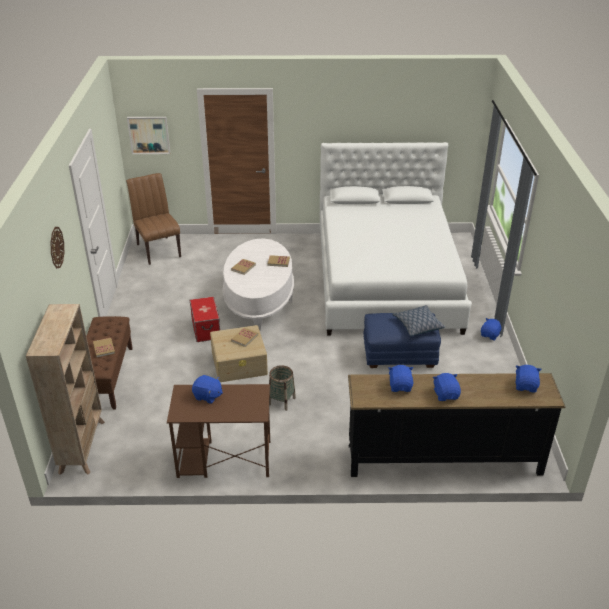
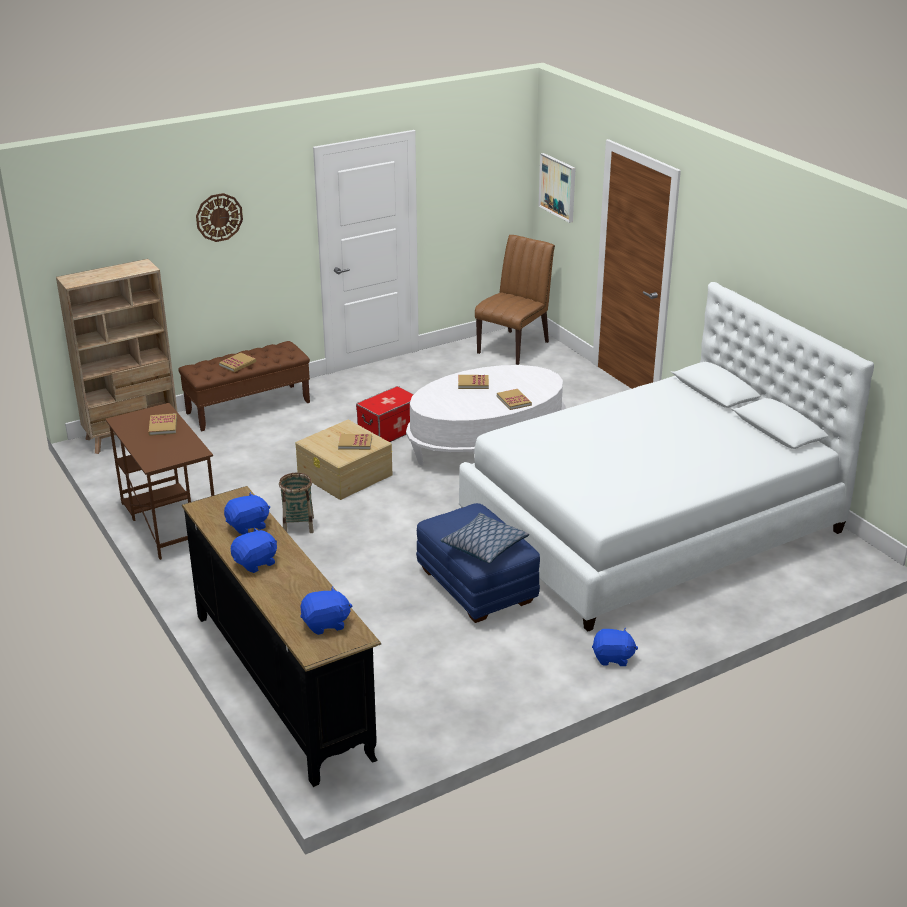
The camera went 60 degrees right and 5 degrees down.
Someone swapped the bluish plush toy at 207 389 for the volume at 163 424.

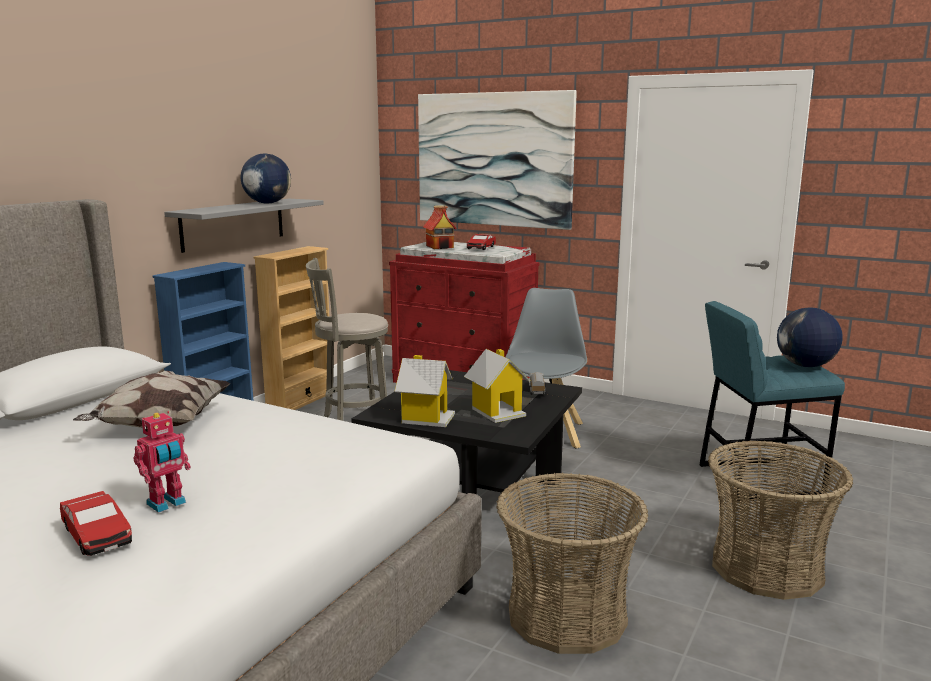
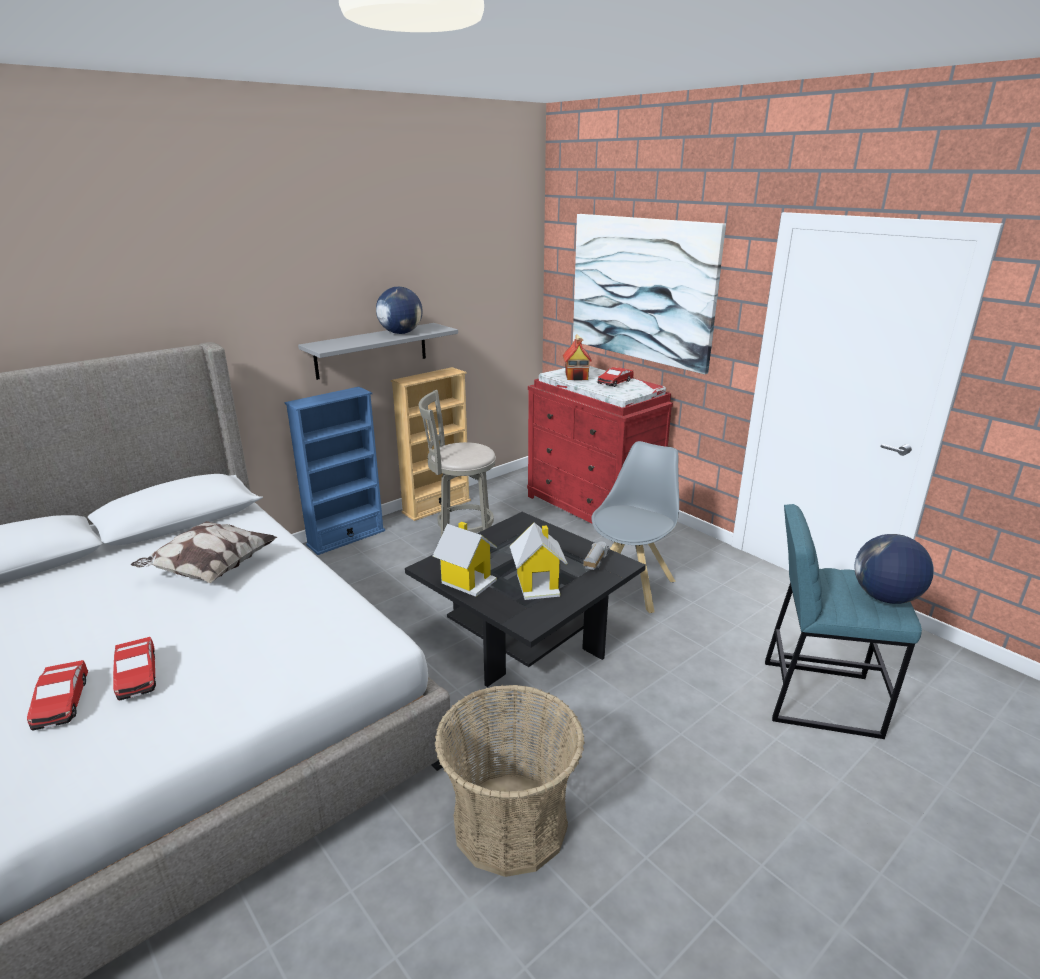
The camera went 20 degrees right and 10 degrees up.
Someone swapped the toy robot at 162 462 for the miniature car at 134 669.
Someone took away the storage basket at 780 520.

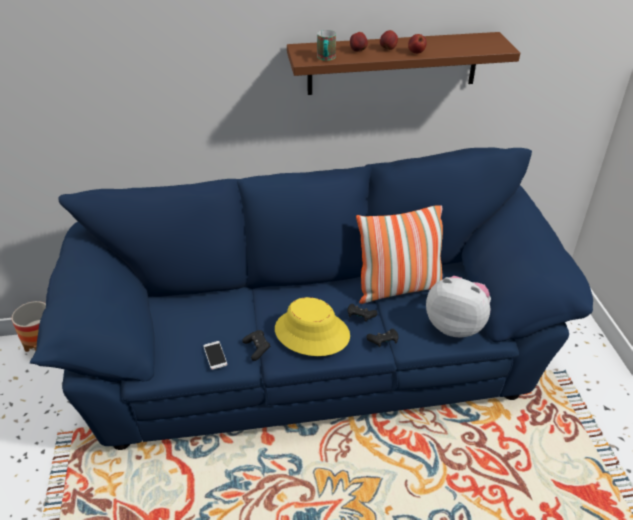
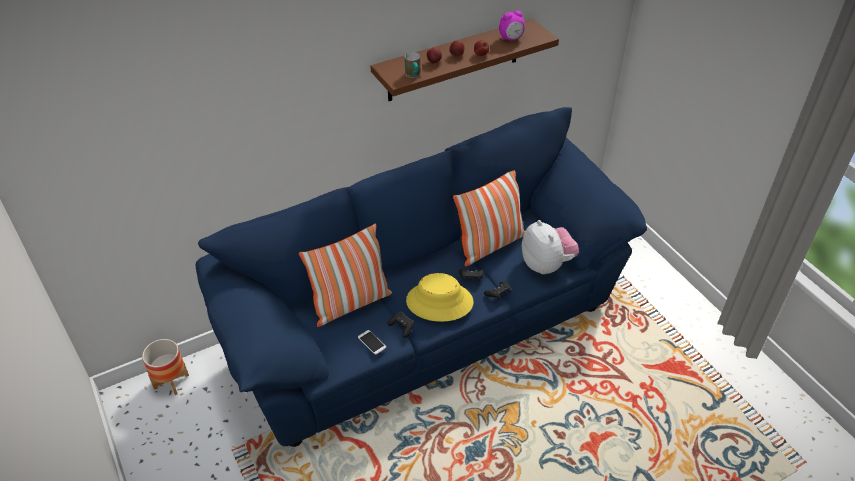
The camera went 20 degrees left and 5 degrees up.
Someone put down the cushion at 345 275.
Someone put down the alarm clock at 512 25.
Someone rotated the plush toy at 458 306 by 60 degrees clockwise.

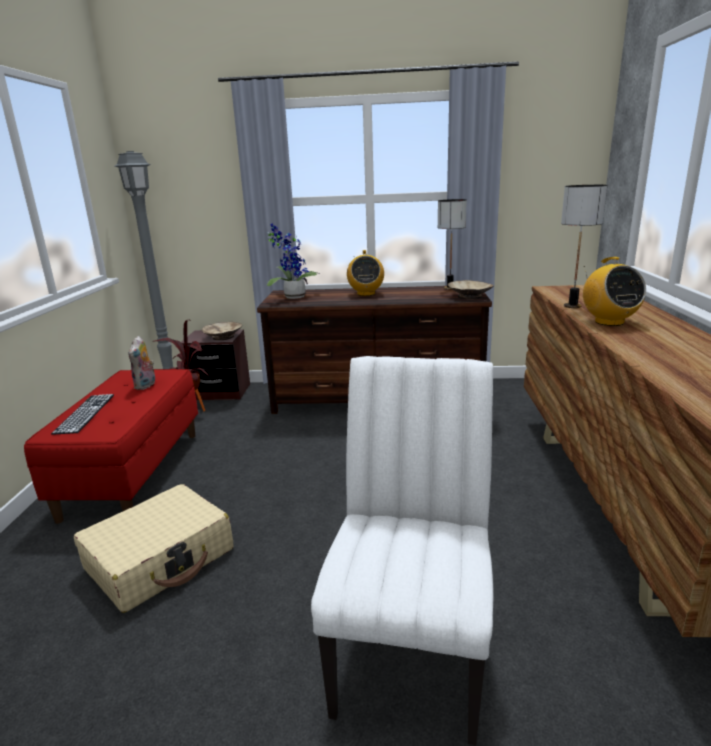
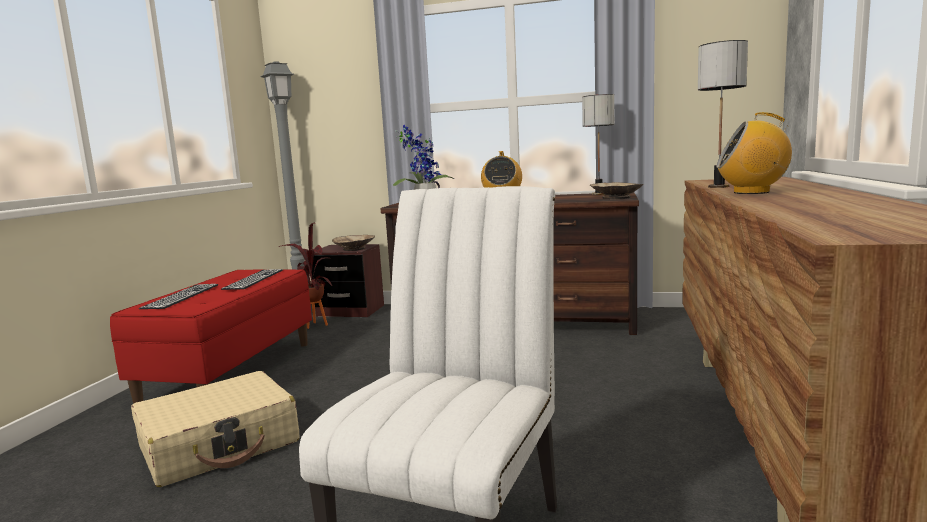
The camera went 10 degrees right and 10 degrees down.
Someone swapped the plush toy at 142 363 for the computer keyboard at 252 279.
Someone rotated the radio set at 614 291 by 105 degrees clockwise.

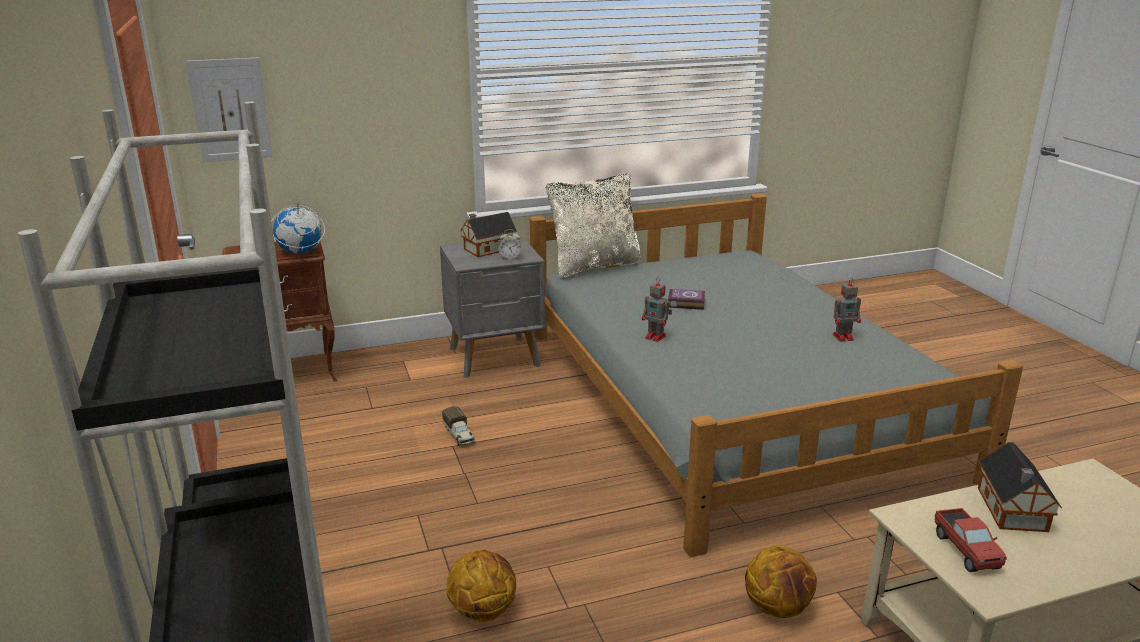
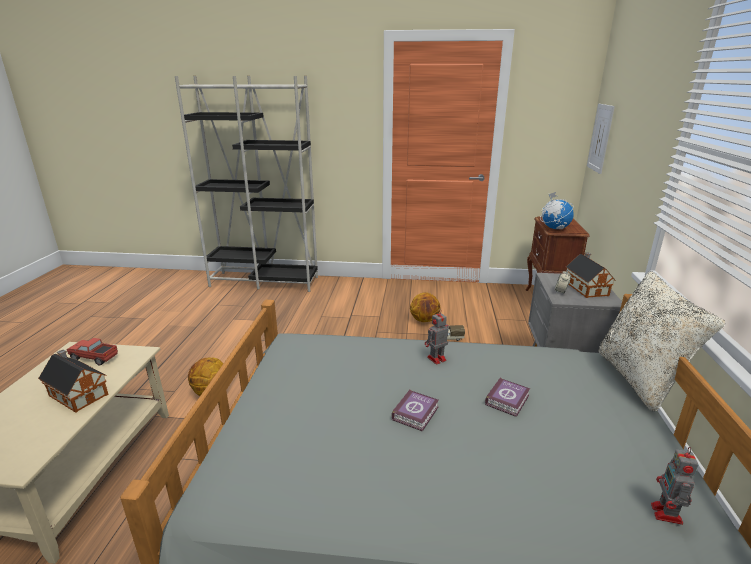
The camera went 115 degrees right and 0 degrees up.
Someone put down the volume at 415 411.
Someone carried the basketball ball from 481 586 to 425 307.
Someone carried the toy robot from 846 310 to 675 486.

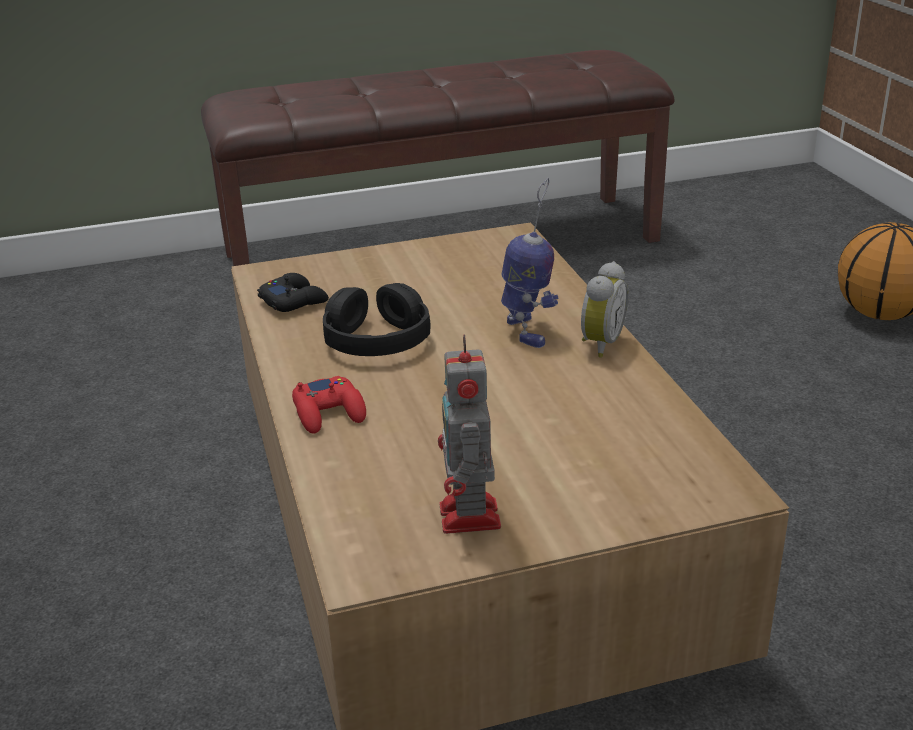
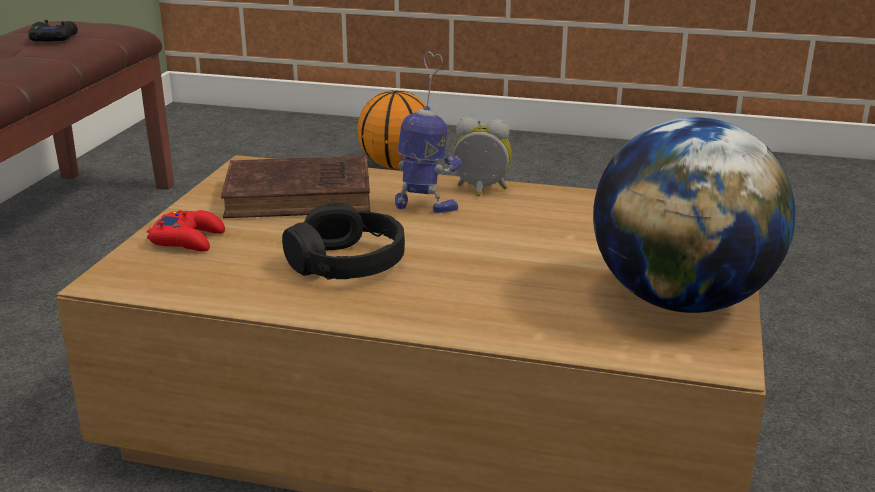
The camera went 60 degrees left and 5 degrees down.
Someone carried the blackish game controller from 293 292 to 53 31.
Someone carried the red game controller from 329 404 to 186 230.
Someone put down the brown volume at 295 187.
Someone rotated the alarm clock at 604 309 by 45 degrees counterclockwise.
Someone swapped the toy robot at 469 434 for the desk globe at 694 215.

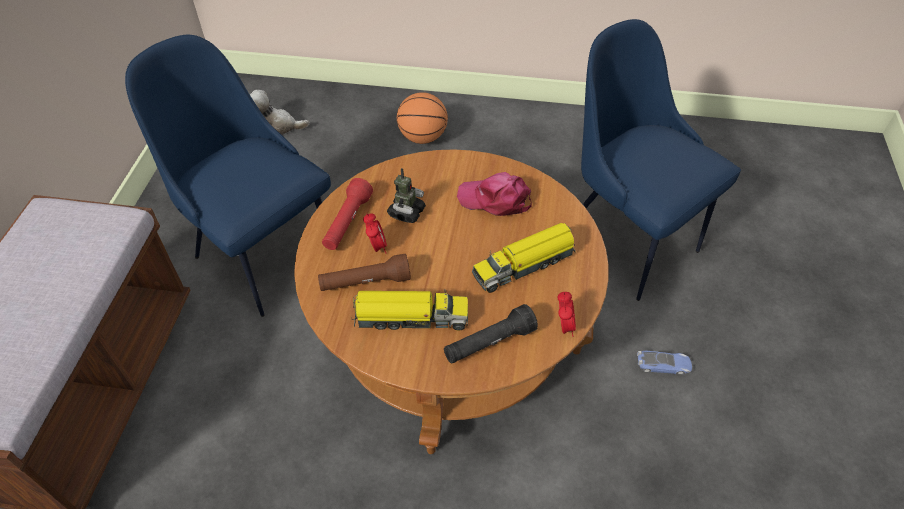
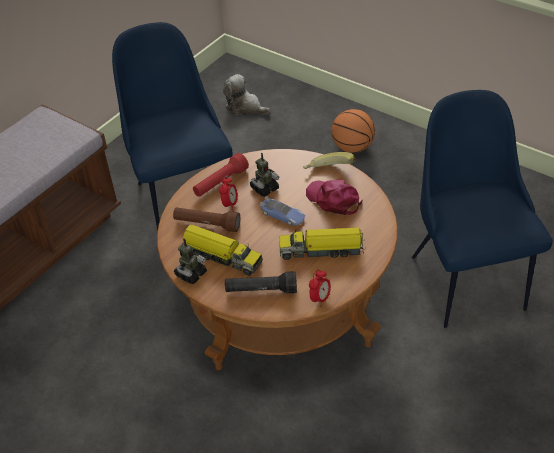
The camera went 30 degrees right and 5 degrees down.
Someone put down the toy robot at 190 261.
Someone carried the miniature car from 664 362 to 282 211.
Someone put down the banana fruit at 329 160.

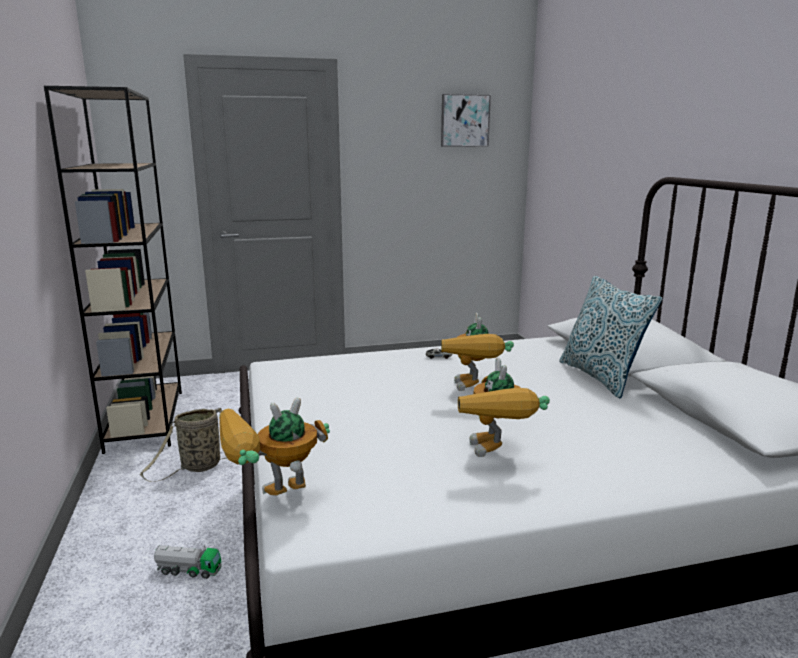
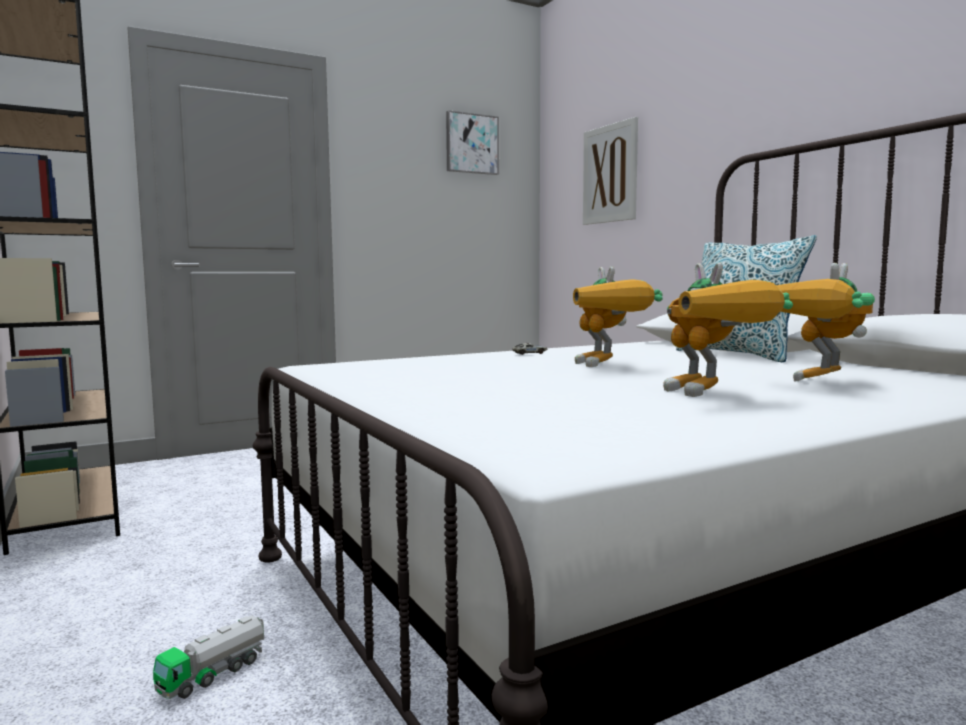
The camera went 15 degrees left and 10 degrees down.
Someone rotated the toy truck at 187 562 by 135 degrees clockwise.
Someone put up the wall picture at 610 171.
Someone carried the toy robot from 274 446 to 825 322.
Someone took away the storage basket at 183 445.

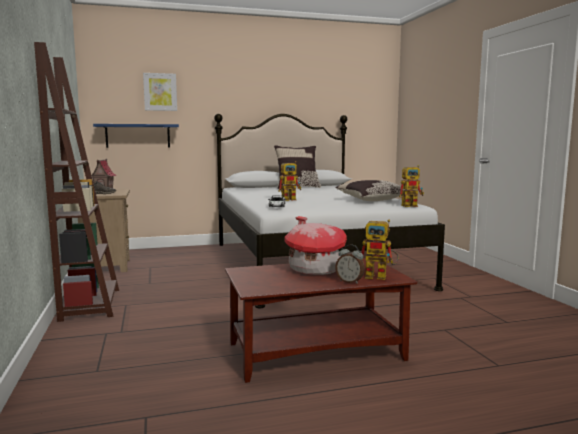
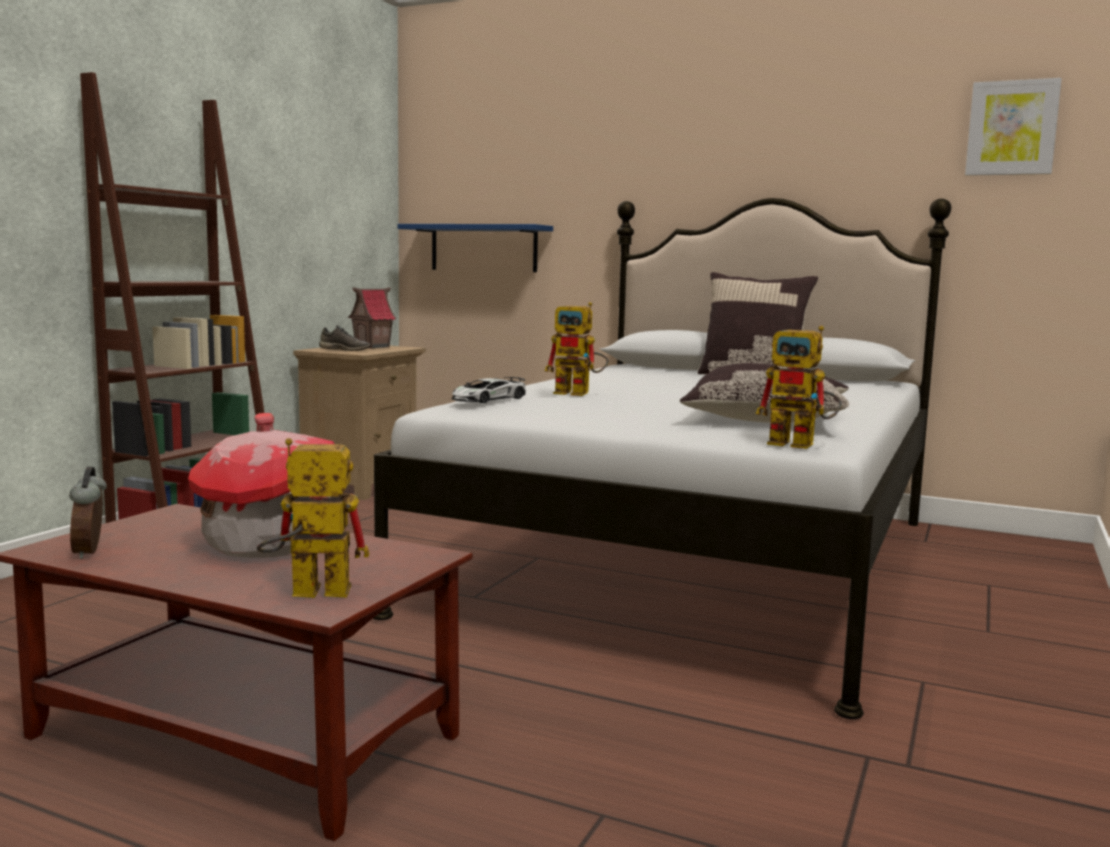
The camera went 40 degrees right and 0 degrees up.
Someone carried the alarm clock from 350 264 to 88 513.
Someone rotated the toy robot at 380 249 by 120 degrees clockwise.
Someone carried the wall picture from 160 92 to 1013 127.

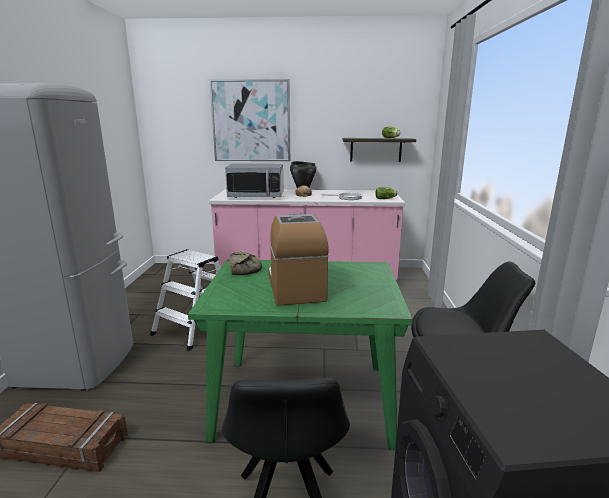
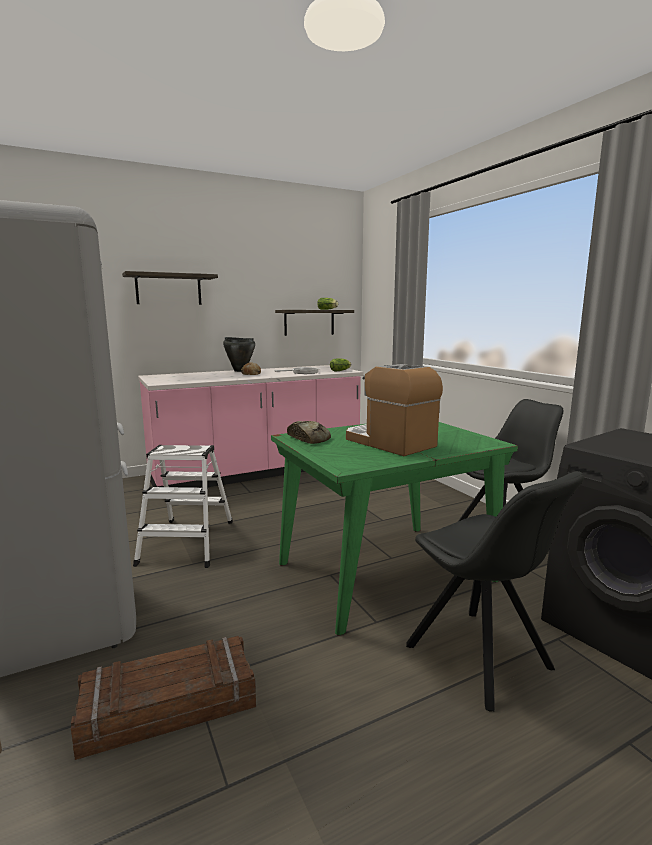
The camera went 30 degrees left and 5 degrees down.
Someone swapped the wall picture at 249 120 for the wall shelf at 170 288.
Someone took away the kitchen microwave at 254 180.

